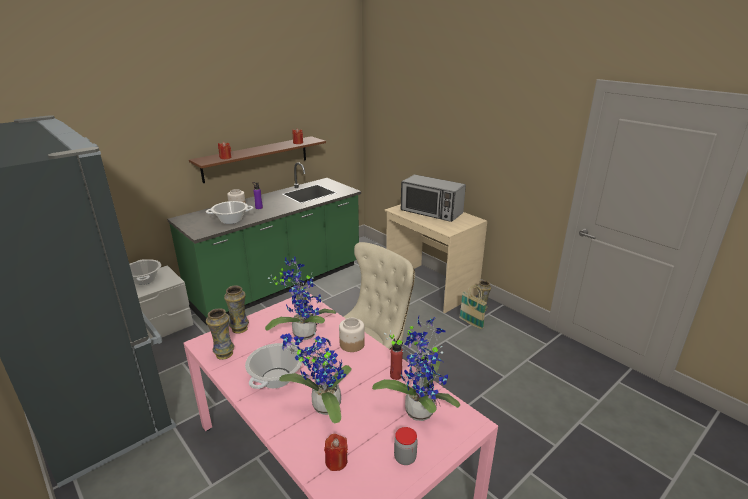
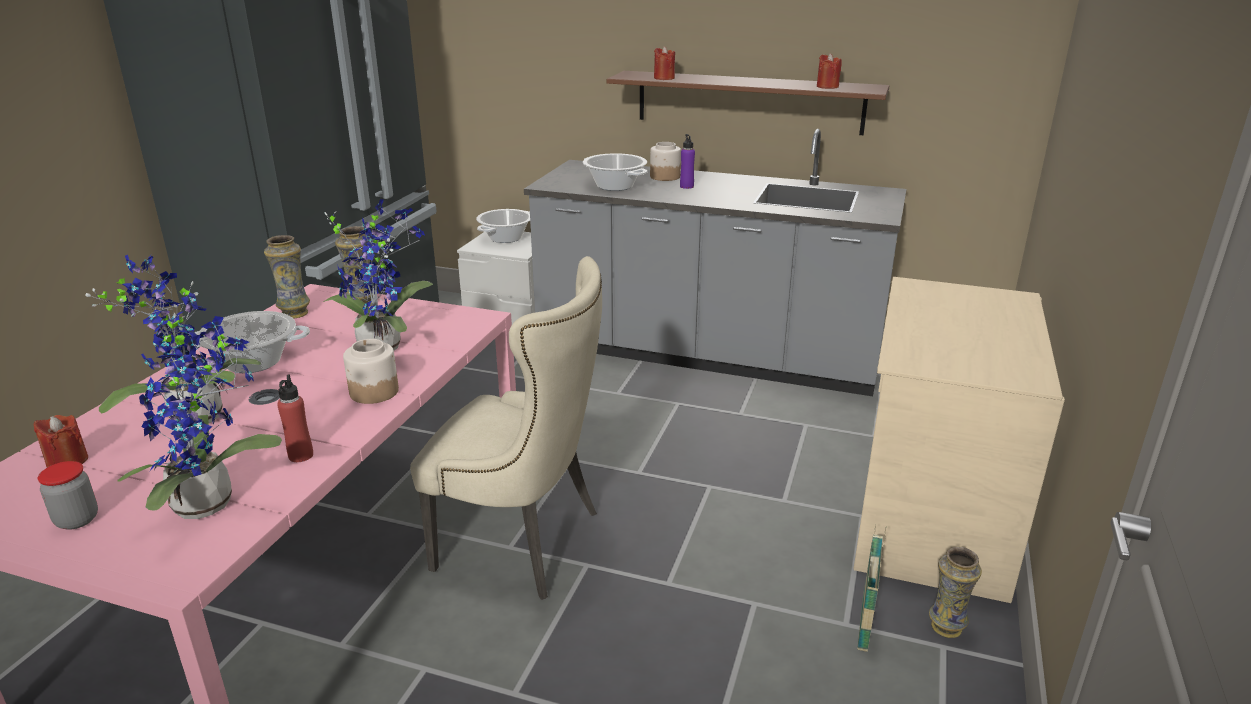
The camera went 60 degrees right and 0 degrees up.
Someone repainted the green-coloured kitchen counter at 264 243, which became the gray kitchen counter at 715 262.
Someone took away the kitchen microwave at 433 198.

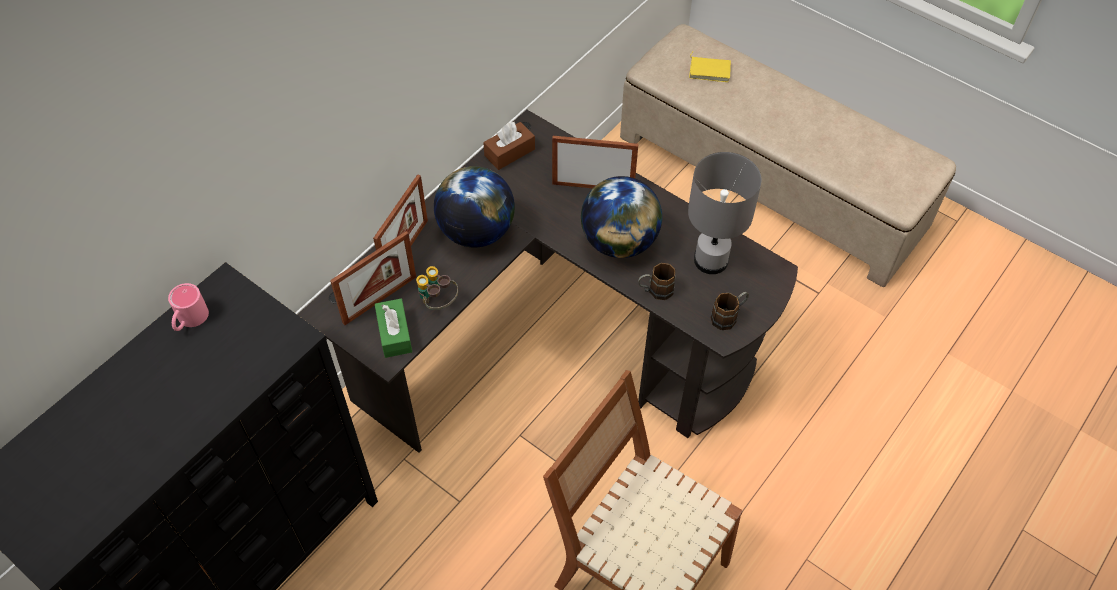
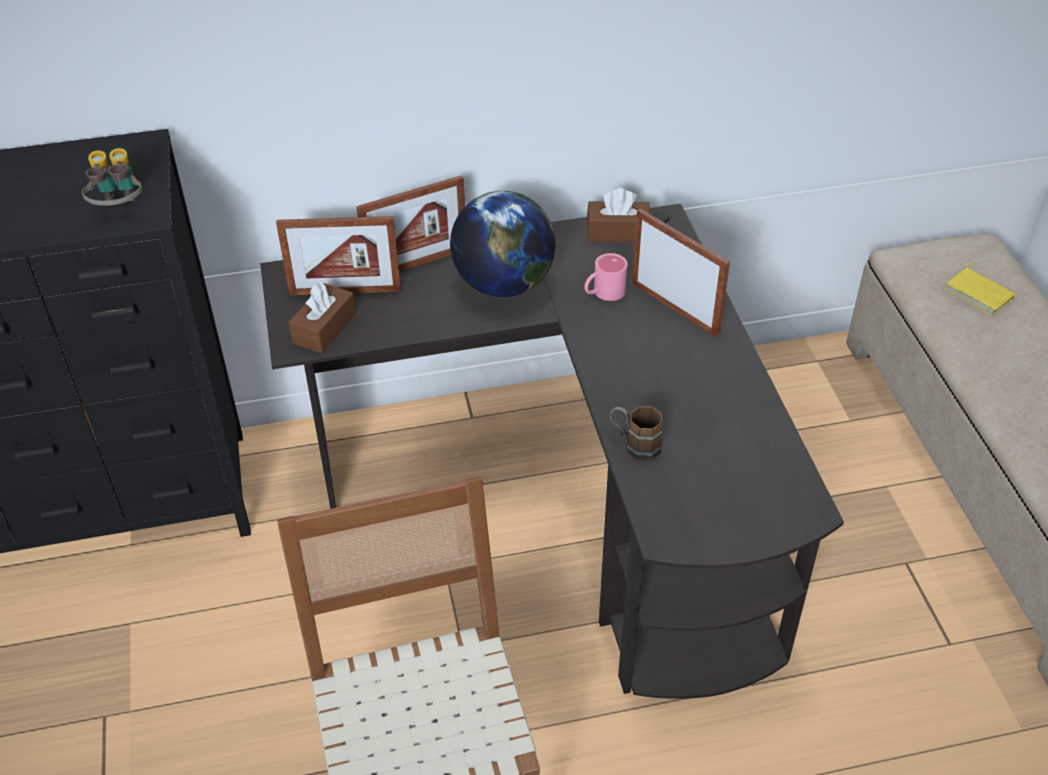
The camera went 40 degrees right and 10 degrees down.
Someone carried the field glasses from 437 288 to 112 177.
Someone repainted the green-coloured box of tissues at 393 328, which became the brown box of tissues at 322 317.
Someone carried the pink-coloured coffee mug from 188 307 to 606 277.
Someone took away the desk globe at 621 217.
Someone took away the gray table lamp at 724 213.
Someone took away the brown coffee mug at 729 311.

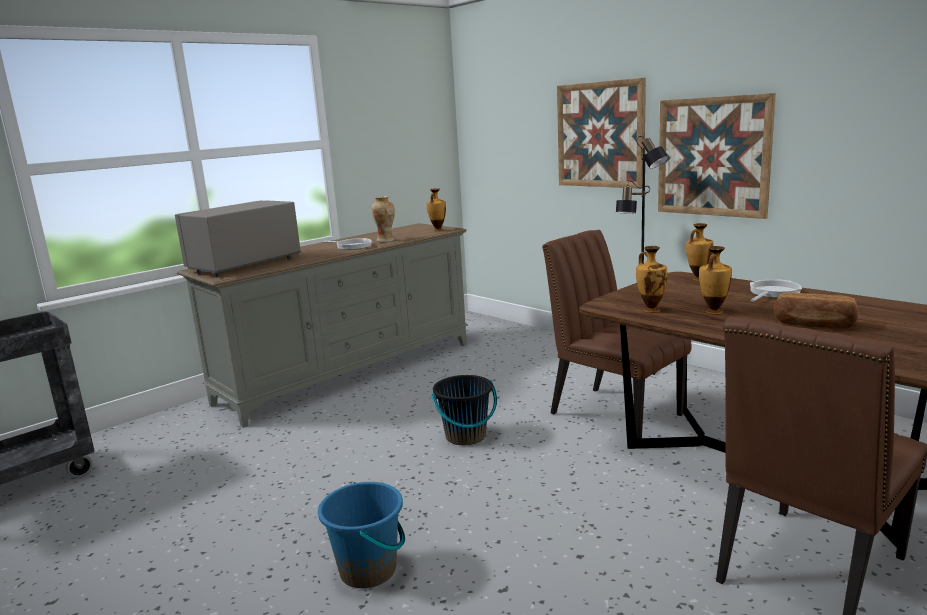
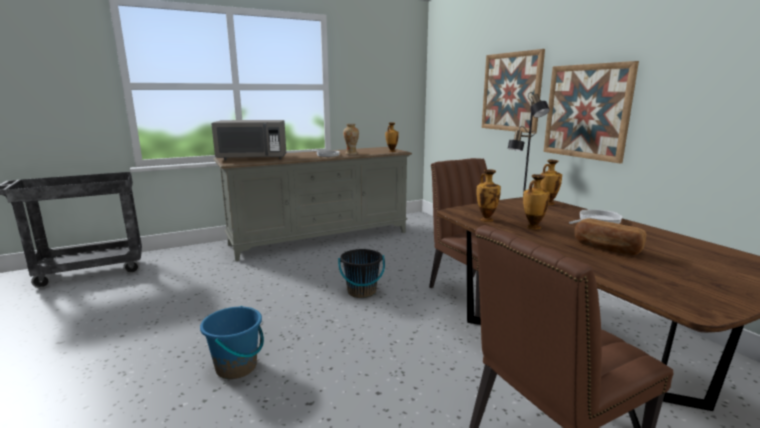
The camera went 15 degrees right and 0 degrees up.
Someone rotated the gray kitchen microwave at 238 238 by 150 degrees counterclockwise.

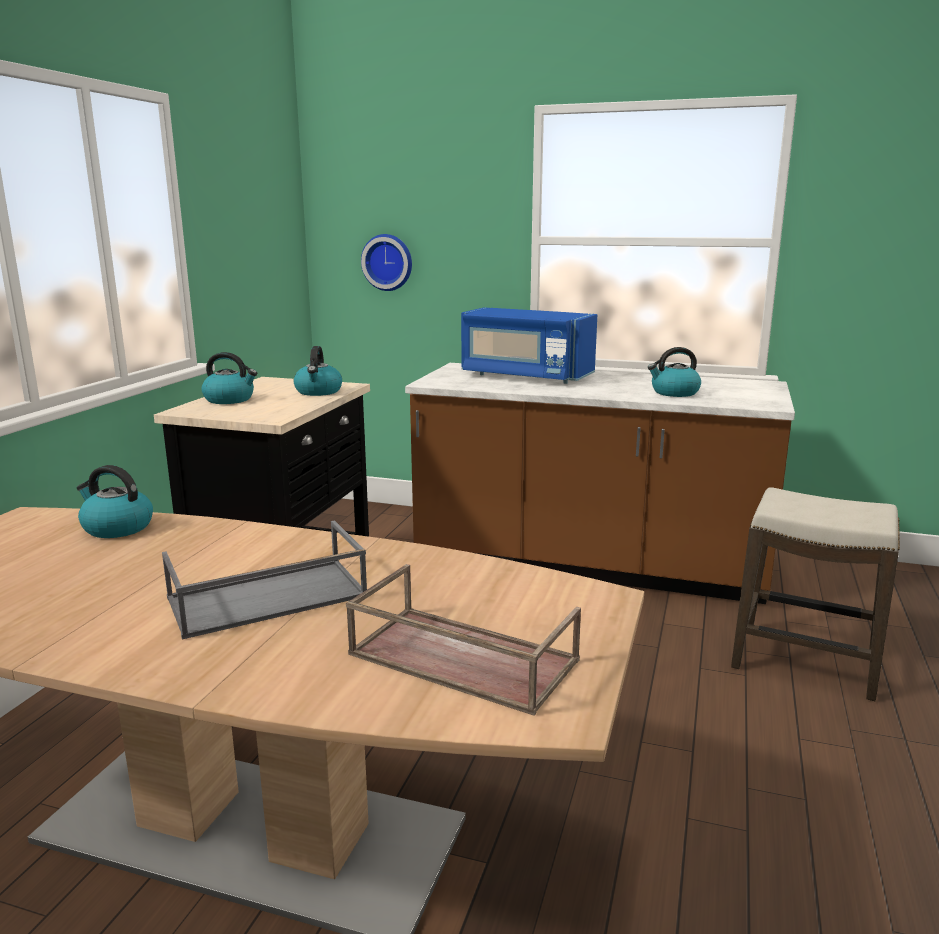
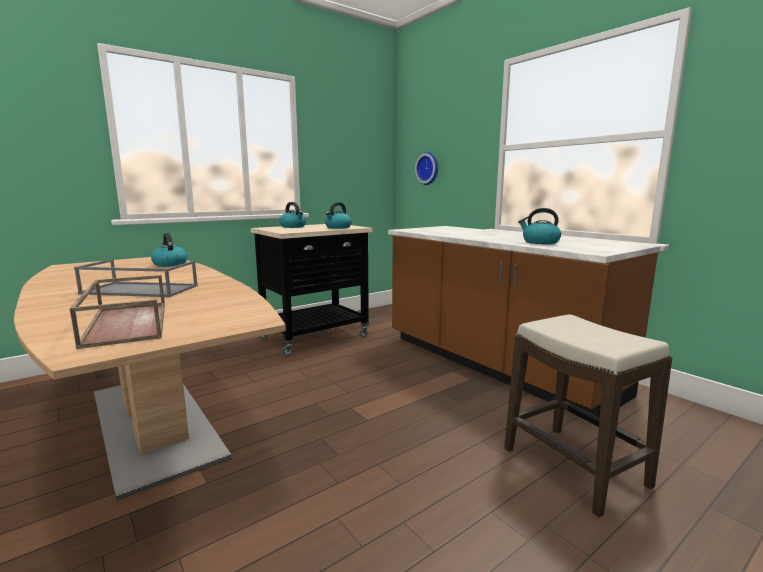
The camera went 35 degrees right and 5 degrees down.
Someone took away the bluish kitchen microwave at 529 345.

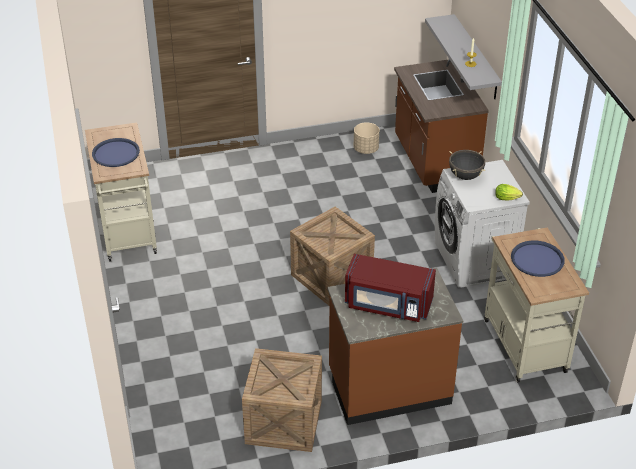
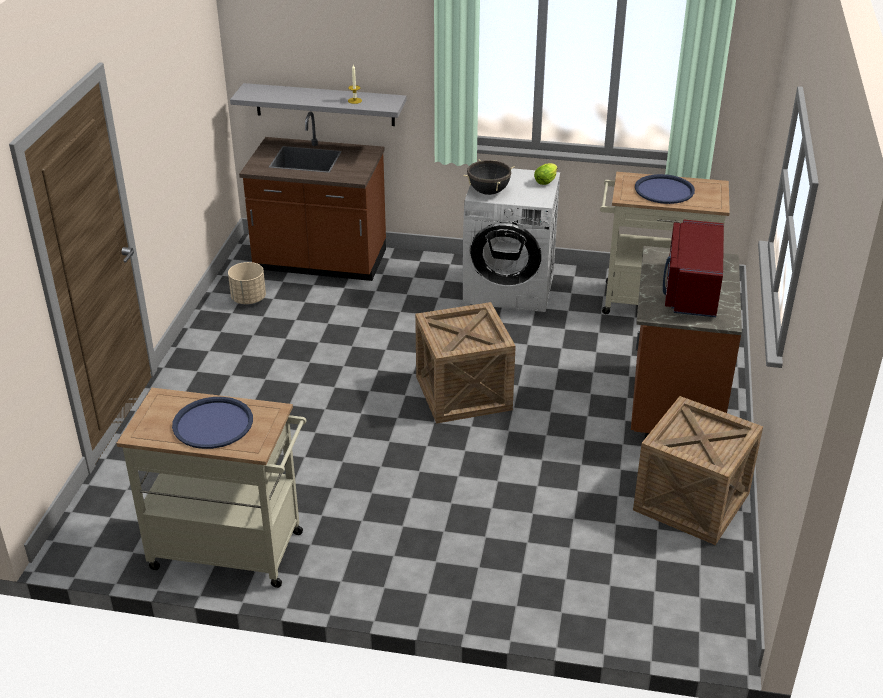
The camera went 65 degrees left and 5 degrees down.
Someone rotated the red kitchen microwave at 390 288 by 150 degrees clockwise.

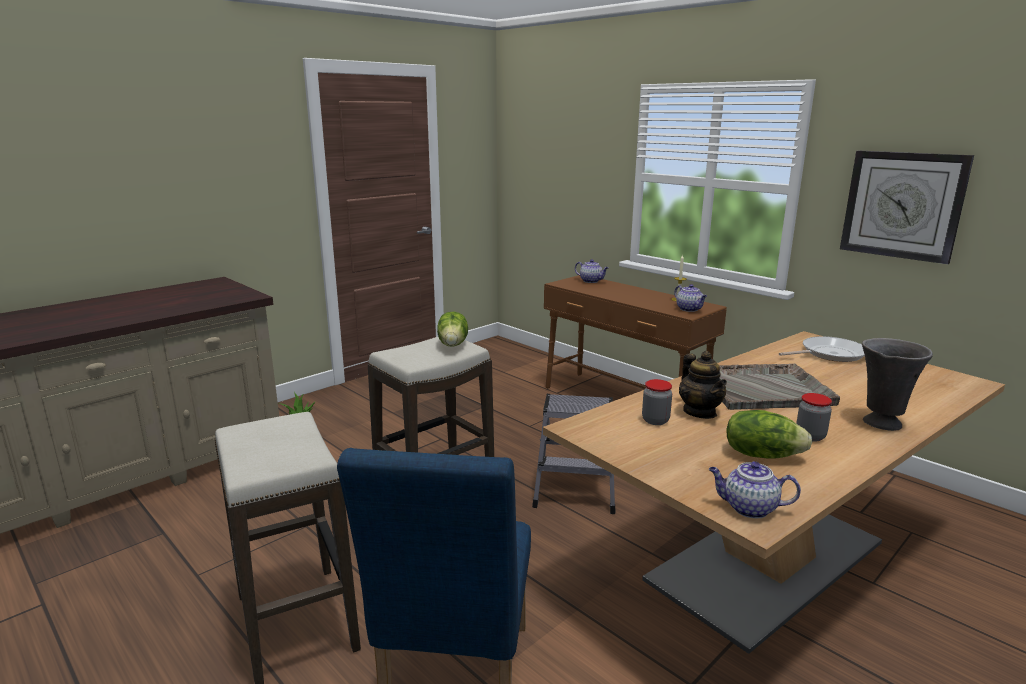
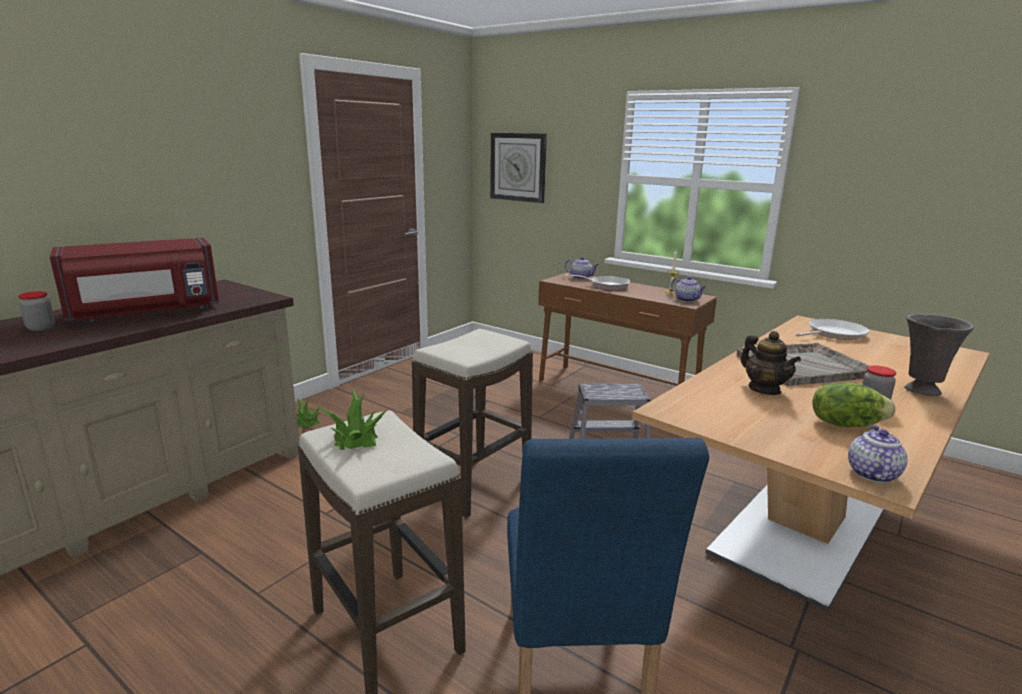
The camera went 10 degrees left and 0 degrees up.
Someone carried the preserve jar from 657 402 to 36 311.
Someone put down the red kitchen microwave at 134 280.
Someone put down the plant in a pot at 351 419.
Someone carried the clock on the wall from 907 207 to 518 168.
Someone put down the frying pan at 597 282.
Someone rotated the teapot at 755 489 by 105 degrees clockwise.
Someone took away the lettuce at 452 329.

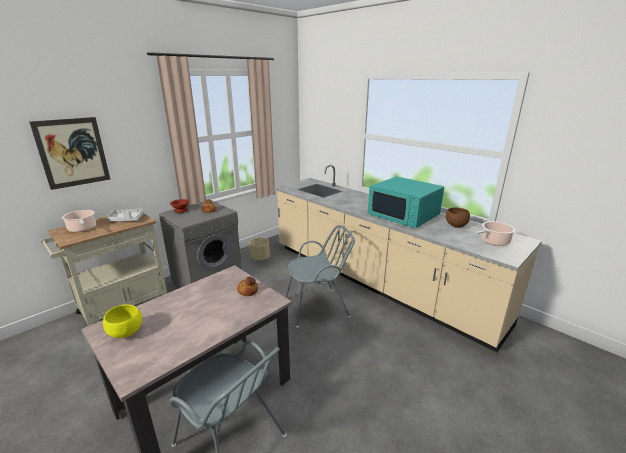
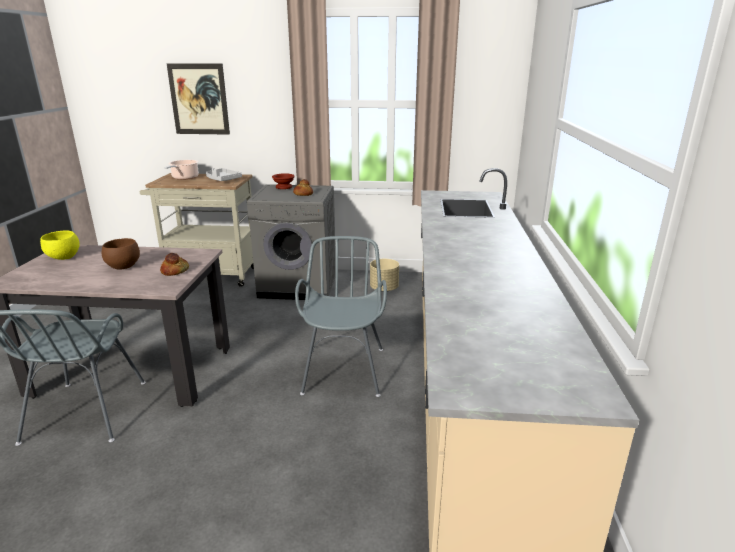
The camera went 50 degrees right and 0 degrees up.
Someone carried the brown bowl from 458 217 to 121 254.
Someone rotated the gray plain chair at 320 276 by 120 degrees counterclockwise.
Someone took away the turquoise-coloured kitchen microwave at 406 202.
Someone took away the cooking pot at 495 233.

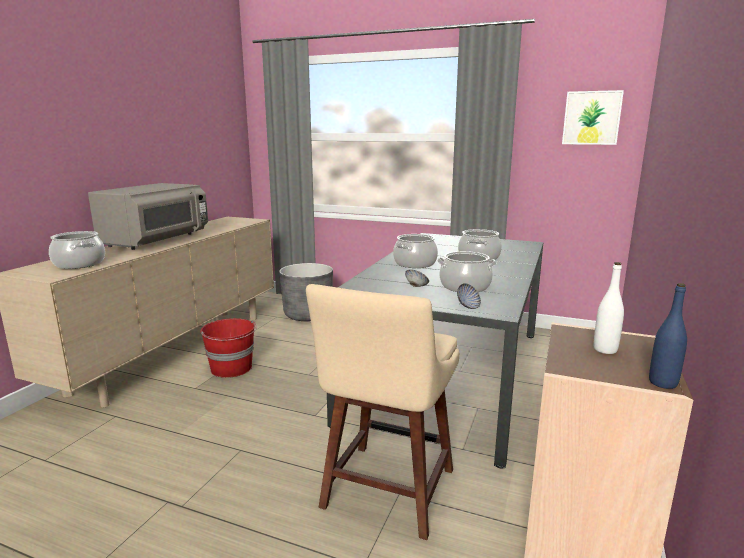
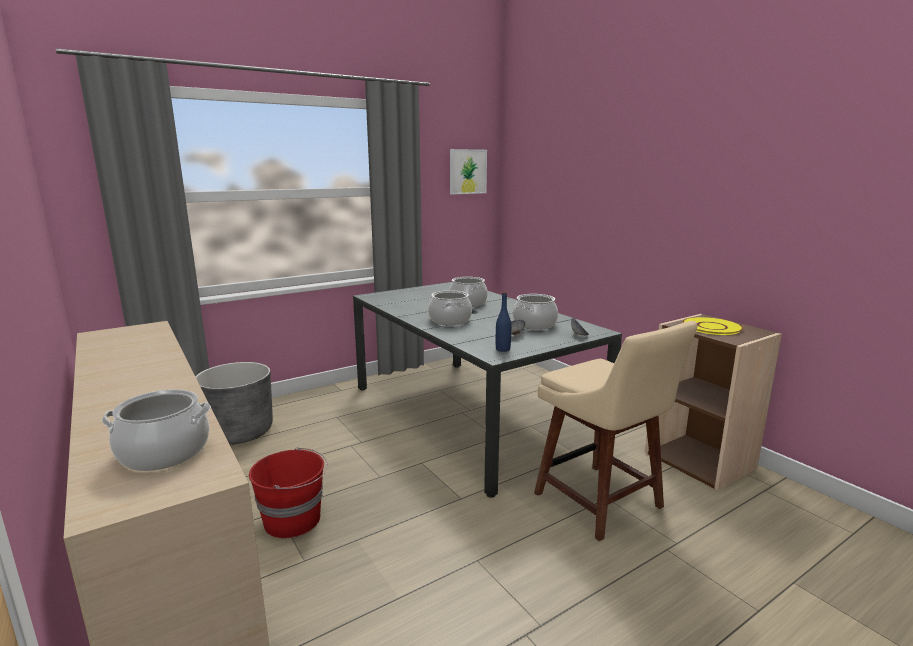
The camera went 55 degrees left and 0 degrees up.
Someone carried the bluish drink bottle from 668 336 to 503 322.
Someone swapped the white drink bottle at 609 308 for the yellow-coloured dinner plate at 712 326.
Someone took away the gray kitchen microwave at 148 216.

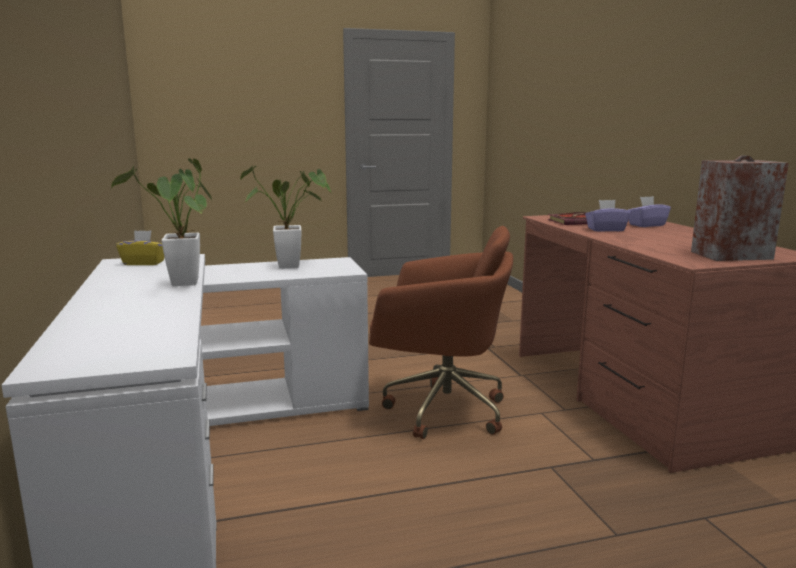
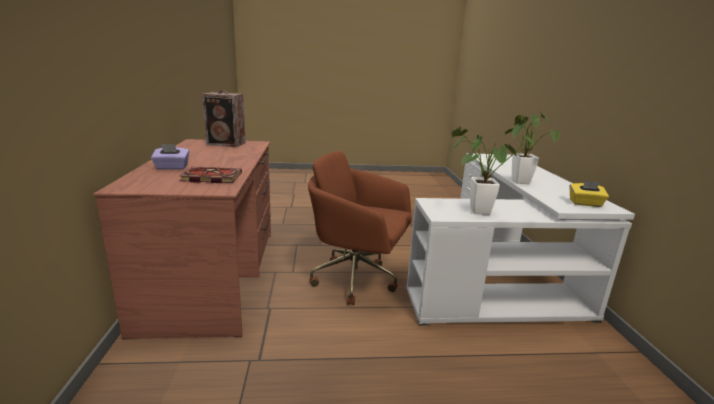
The camera went 170 degrees left and 5 degrees up.
Someone took away the purple box of tissues at 608 216.

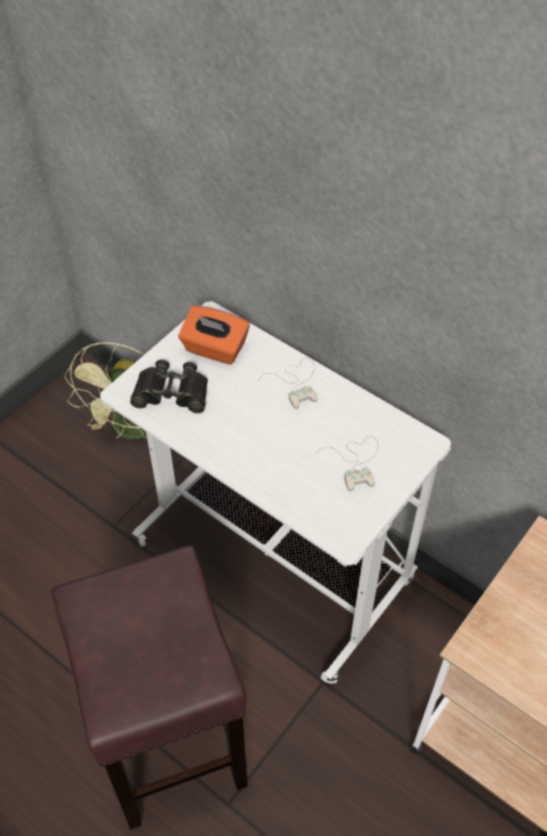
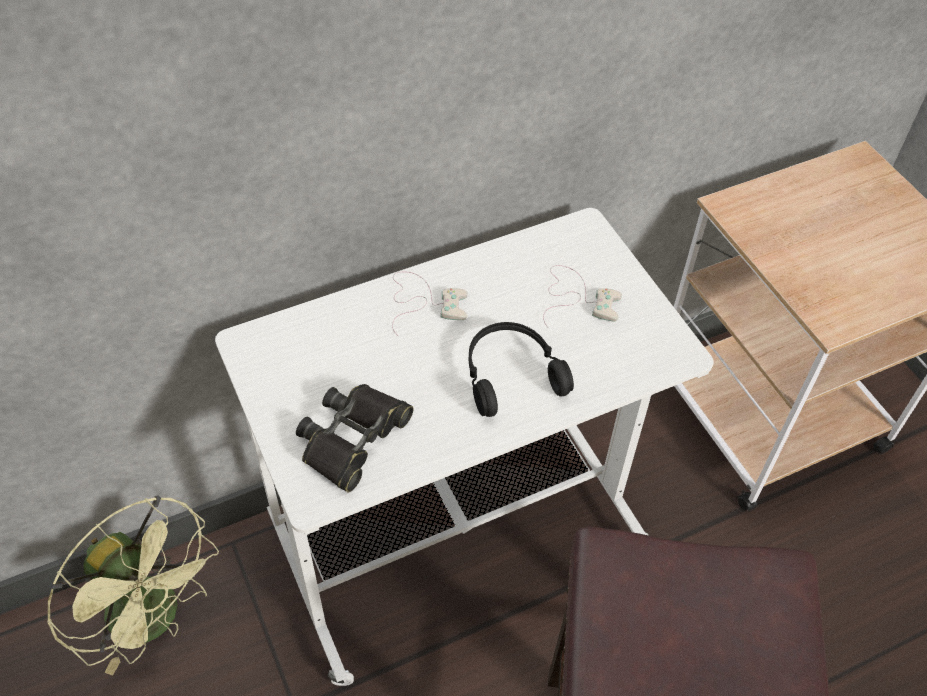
The camera went 65 degrees left and 0 degrees up.
Someone put down the blackish headphones at 521 369.
Someone took away the orange-coloured box of tissues at 214 335.

